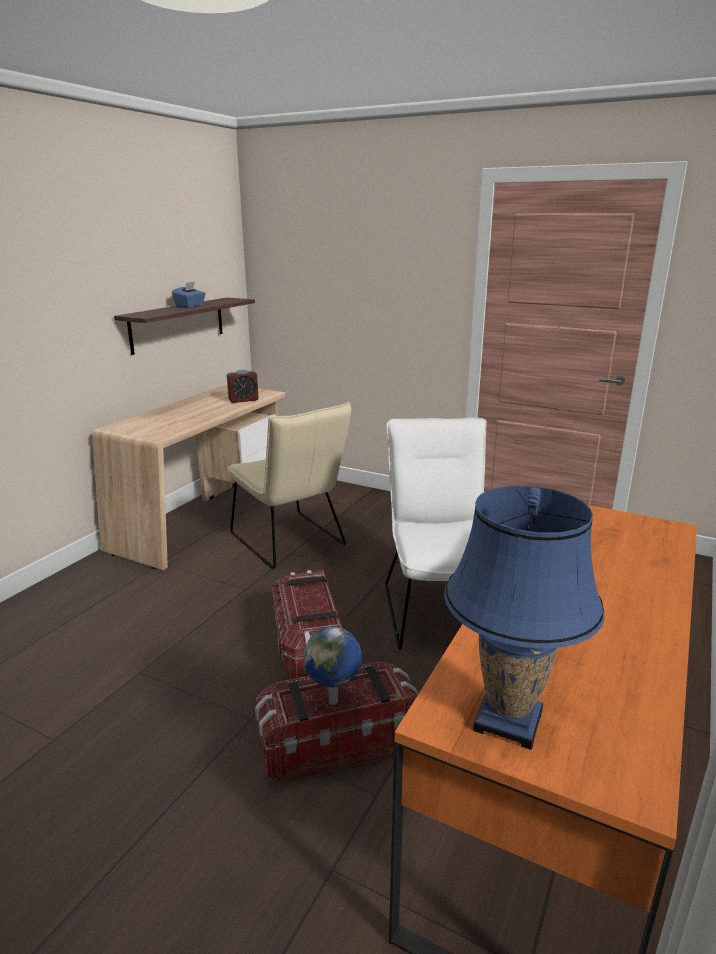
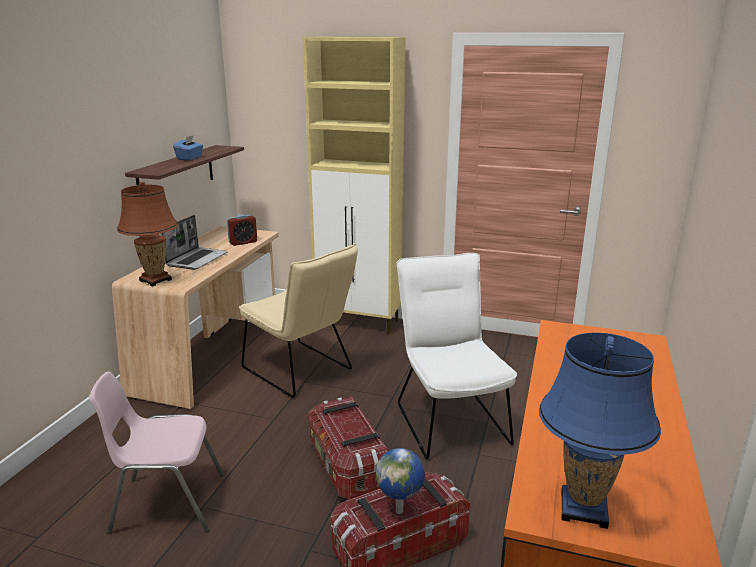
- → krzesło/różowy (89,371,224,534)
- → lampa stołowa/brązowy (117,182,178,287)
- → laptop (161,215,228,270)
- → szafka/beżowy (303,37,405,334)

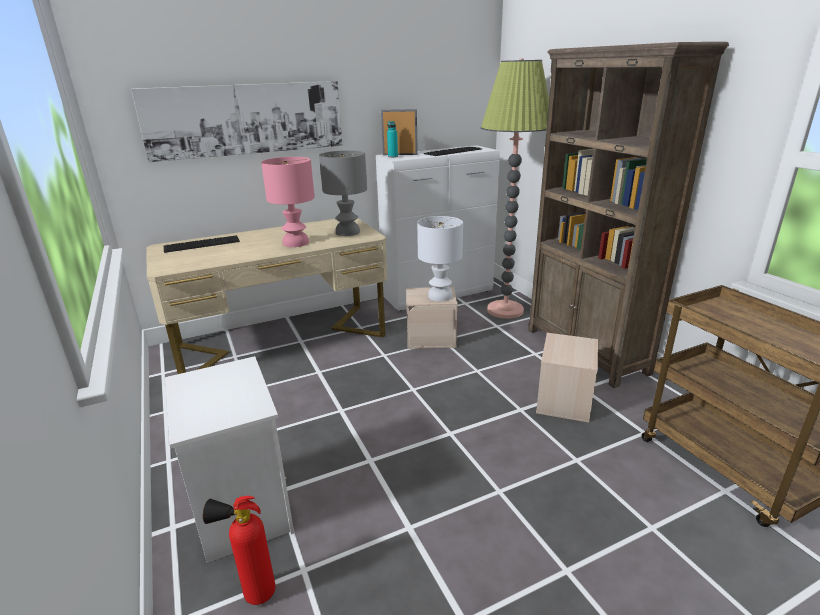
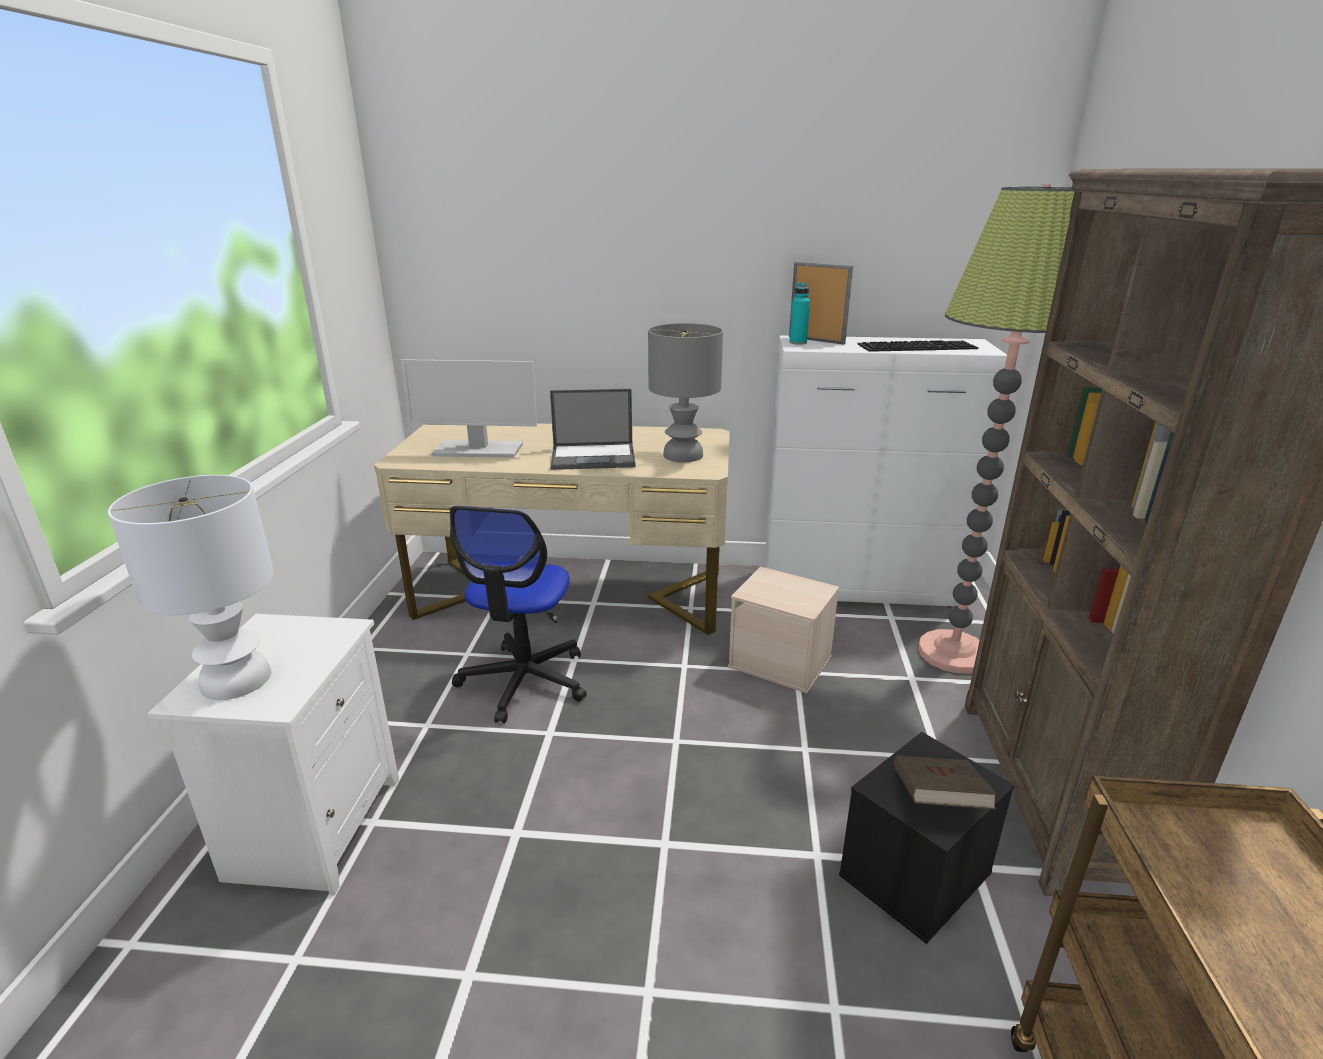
obraz (131,81,343,162) → -
klawiatura (164,235,240,253) → -
gaśnica (203,496,276,605) → -
- → monitor (400,359,537,458)
- → krzesło biurowe (450,506,587,723)
- → książka/brązowy (893,756,997,810)
lampa stołowa/biały (417,216,463,301) → lampa stołowa/biały (108,475,274,700), move
lampa stołowa/różowy (261,157,315,247) → laptop (550,389,636,470)
pojemnik do przechowywania/beżowy (536,333,598,423) → pojemnik do przechowywania/czarny (839,732,1015,944)

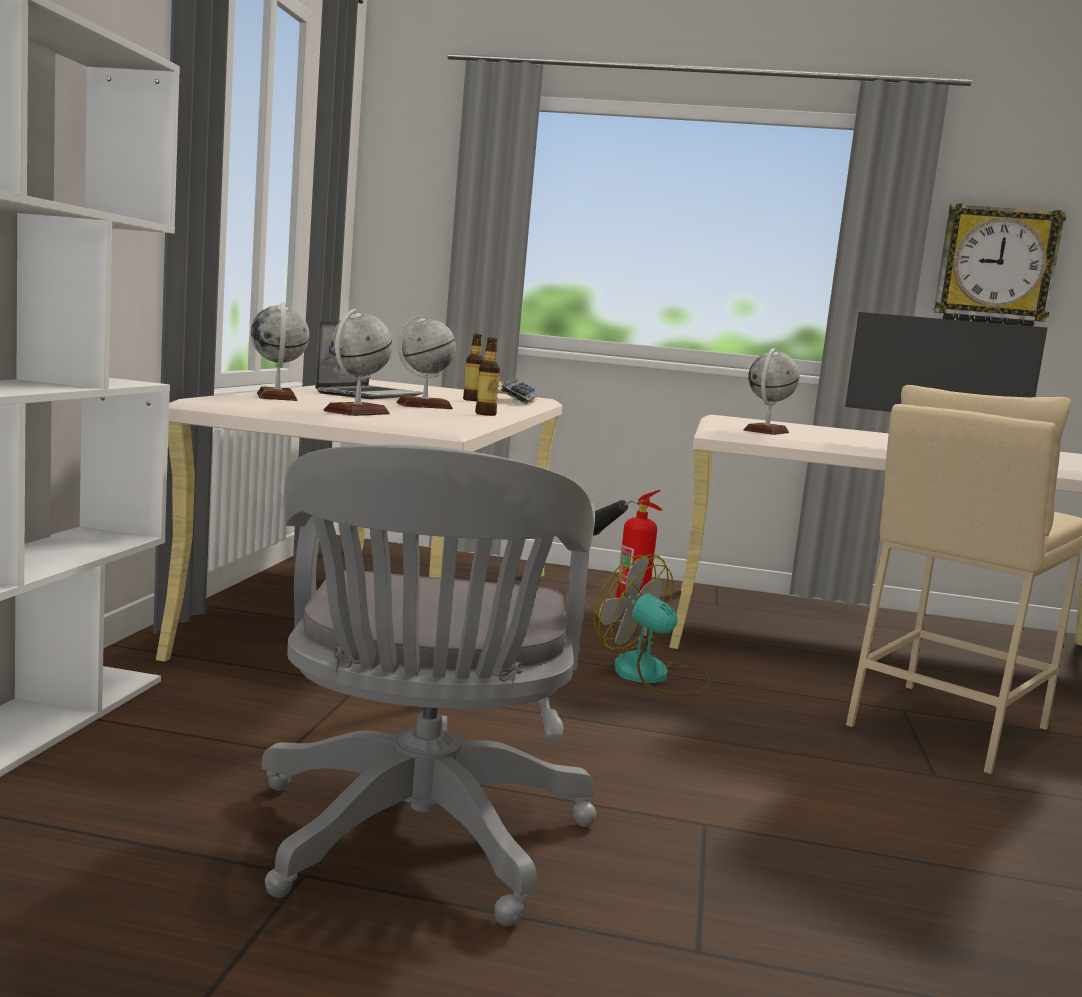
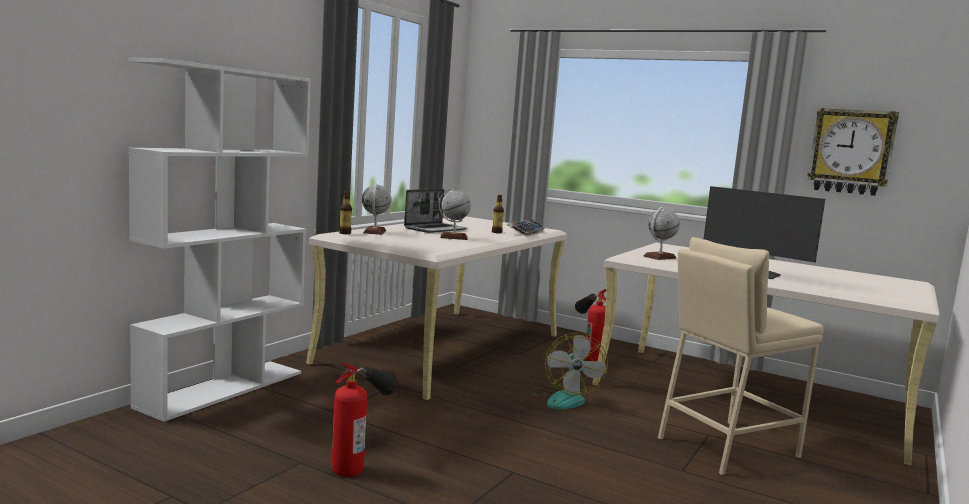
globus (323,309,393,416) → -
butelka (475,337,500,416) → butelka (339,191,352,234), move
krzesło biurowe/szary (261,445,596,926) → gaśnica (332,362,398,477)
wentylator (594,554,711,695) → wentylator (530,333,608,409), 150 degrees counterclockwise

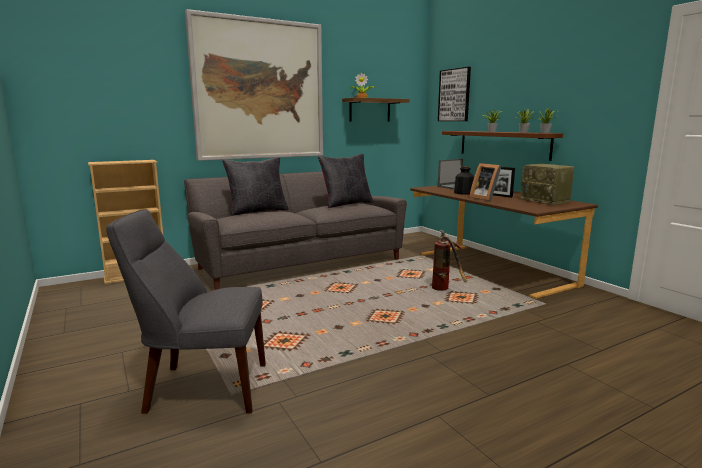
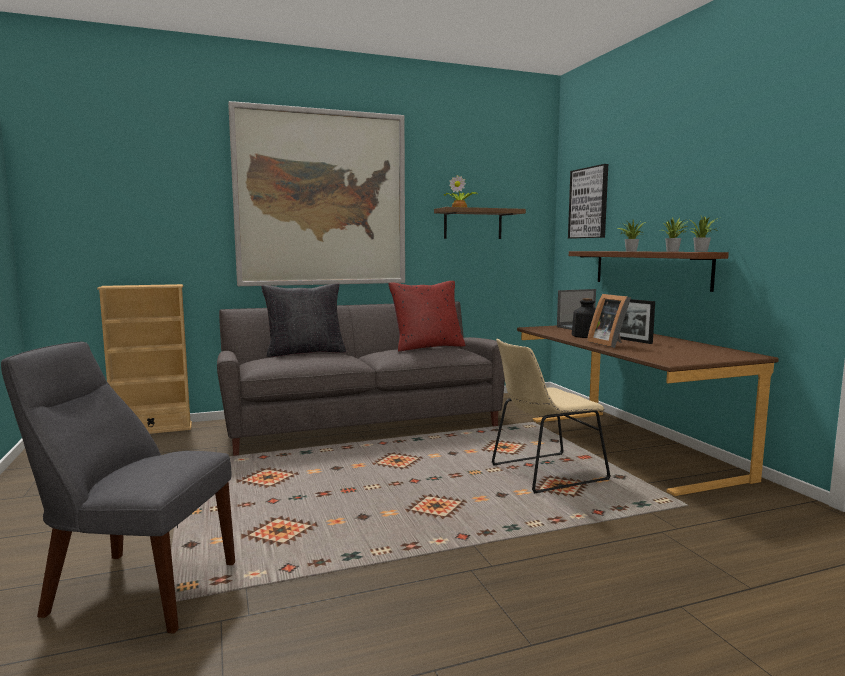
radio (520,164,574,205) → -
gaśnica (432,230,467,291) → krzesło/beżowy (491,339,611,493)
poduszka/czarny (318,154,373,208) → poduszka/czerwony (388,281,465,351)

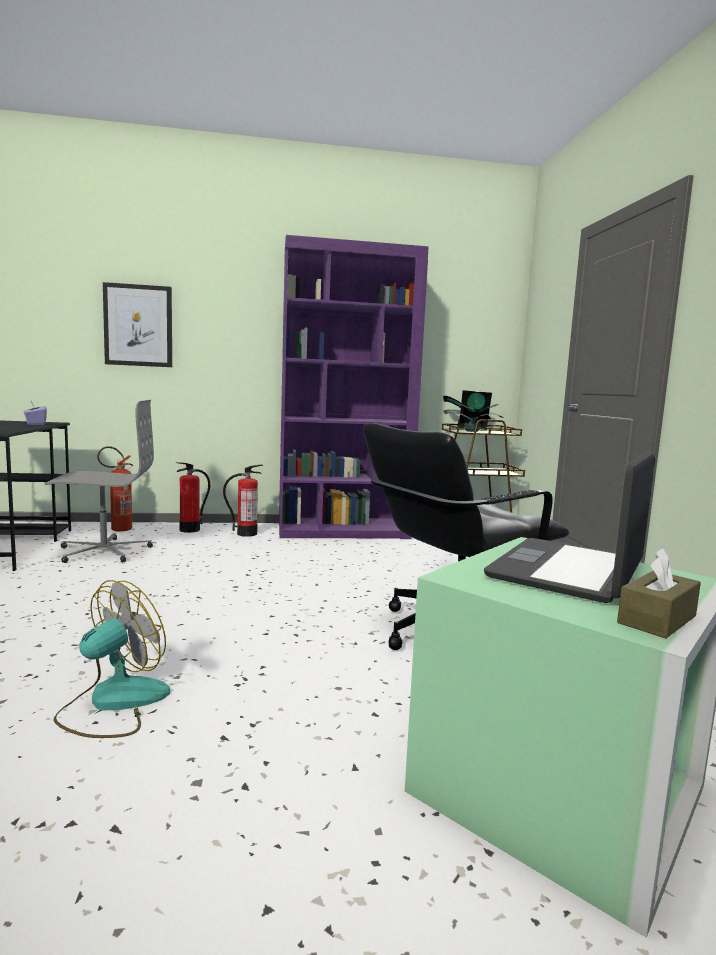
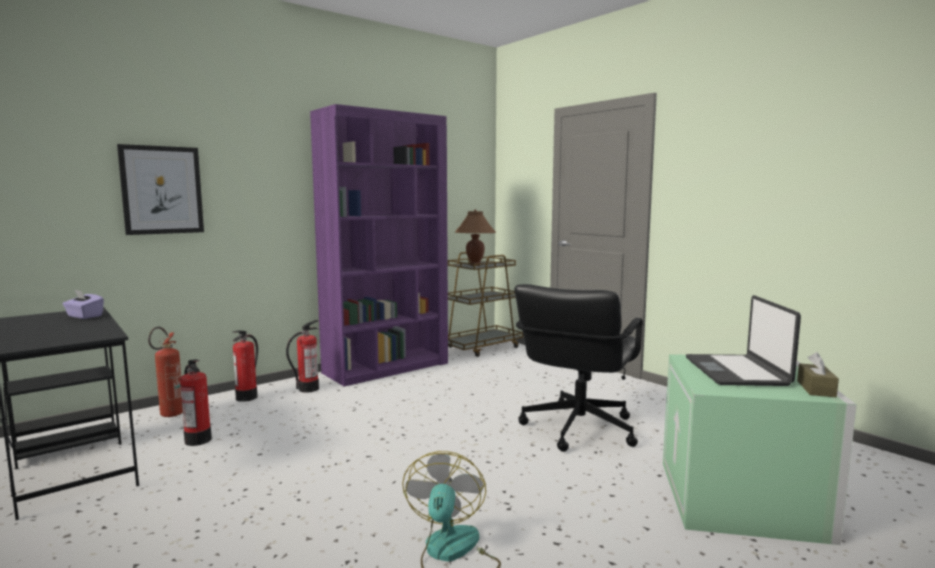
krzesło biurowe/szary (45,400,154,563) → gaśnica (180,359,212,446)
roślina doniczkowa (443,390,503,432) → lampa stołowa/brązowy (455,209,496,266)

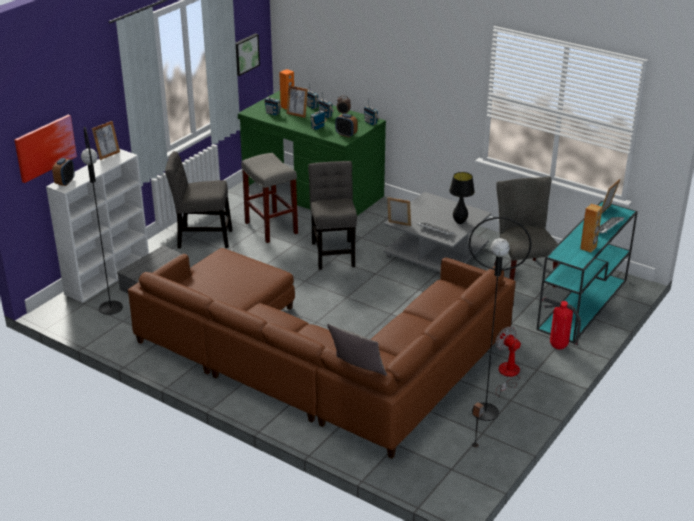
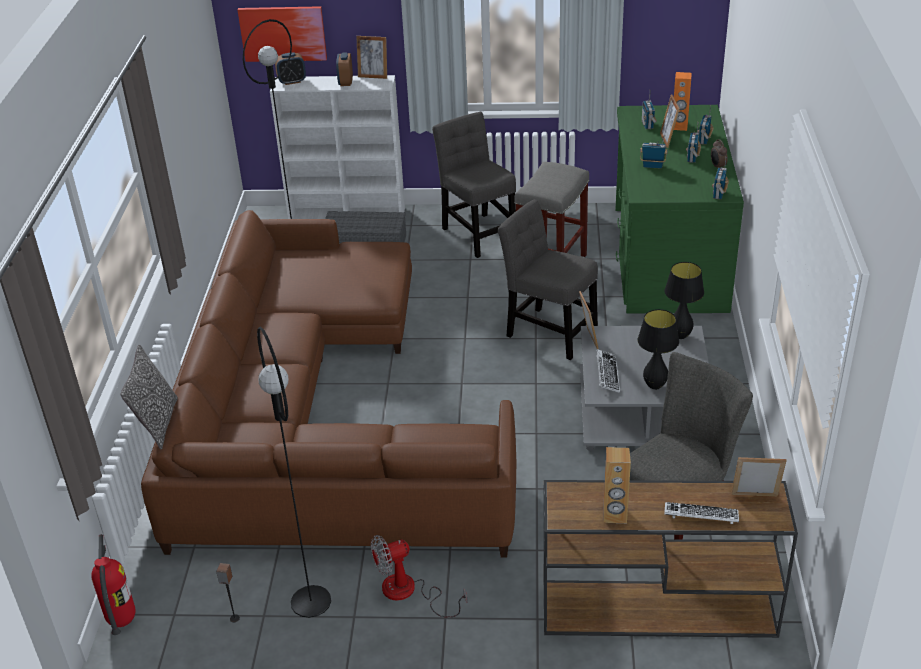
obraz (236,33,260,76) → -
- → lampa stołowa/czarny (665,262,704,339)
budzik (335,113,358,137) → budzik (336,52,353,86), move
gaśnica (543,297,581,350) → gaśnica (91,534,136,635), move
stolik konsolowy/turkusowy (537,201,638,344) → stolik konsolowy/brązowy (544,480,798,638)
krzesło/szary (308,161,357,270) → krzesło/szary (498,199,598,360), 105 degrees counterclockwise
wentylator (495,327,521,396) → wentylator (371,535,467,617), 135 degrees counterclockwise

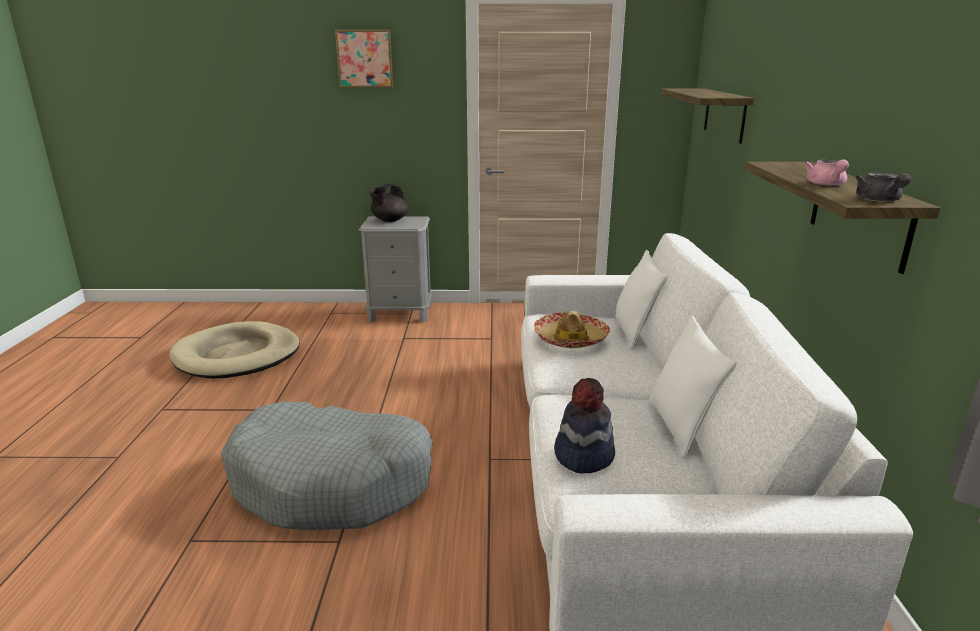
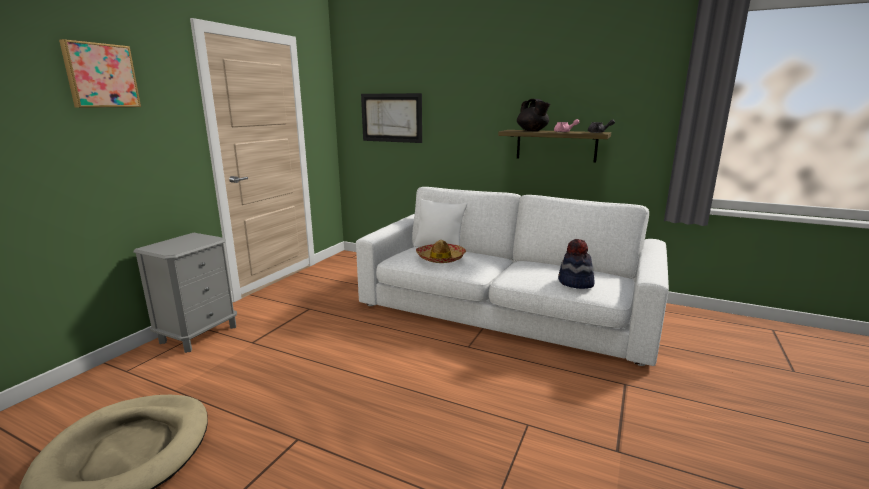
legowisko/szary (221,401,433,530) → -
poduszka/biały (649,315,737,459) → -
imbryk/czarny (369,184,408,222) → imbryk/czarny (517,99,550,131), move
półka (661,89,755,144) → obraz (361,93,422,143)

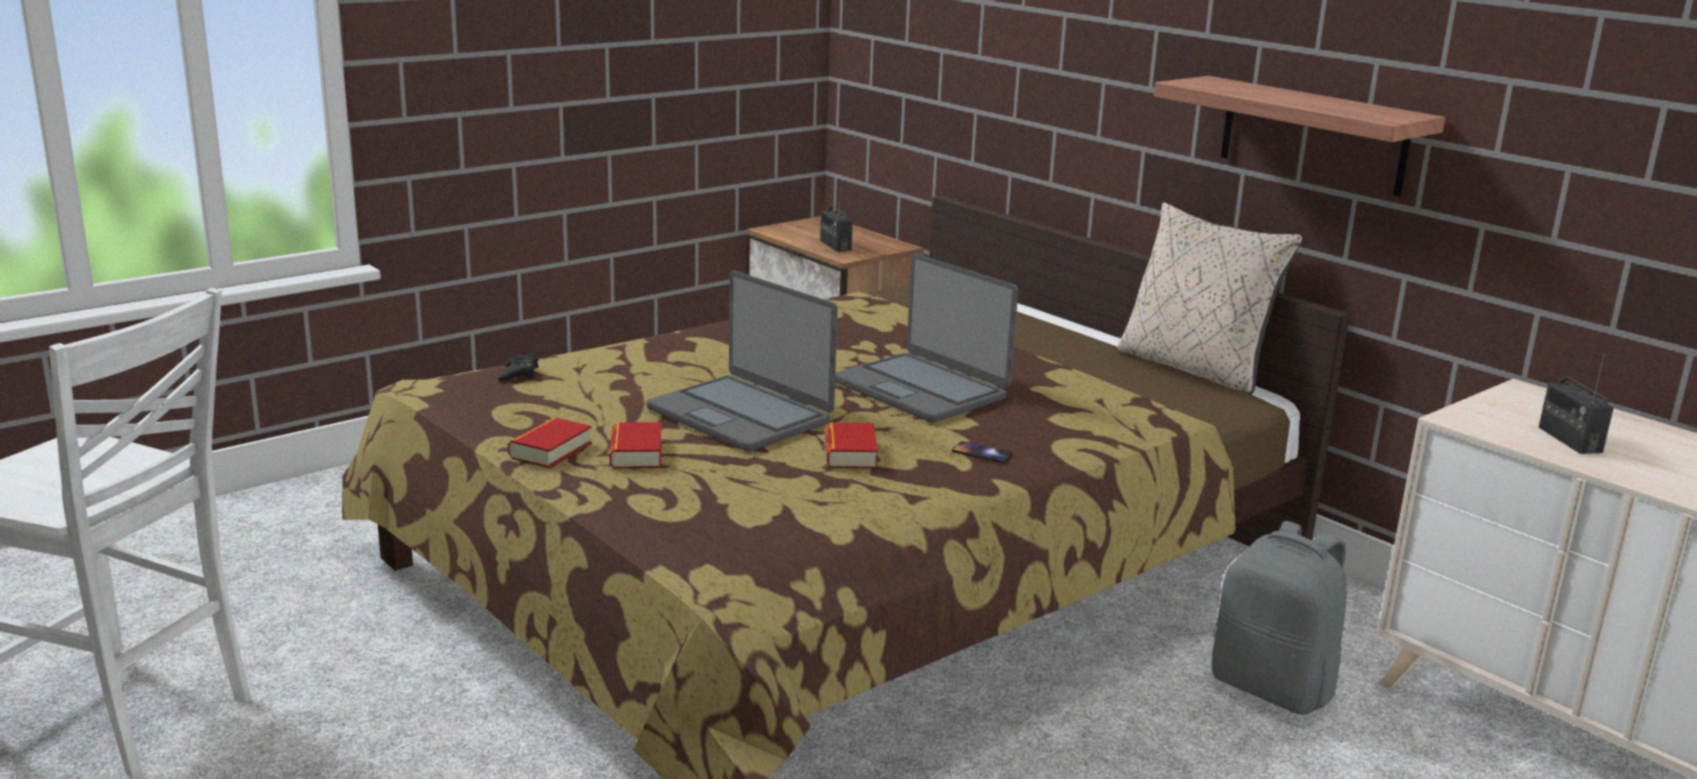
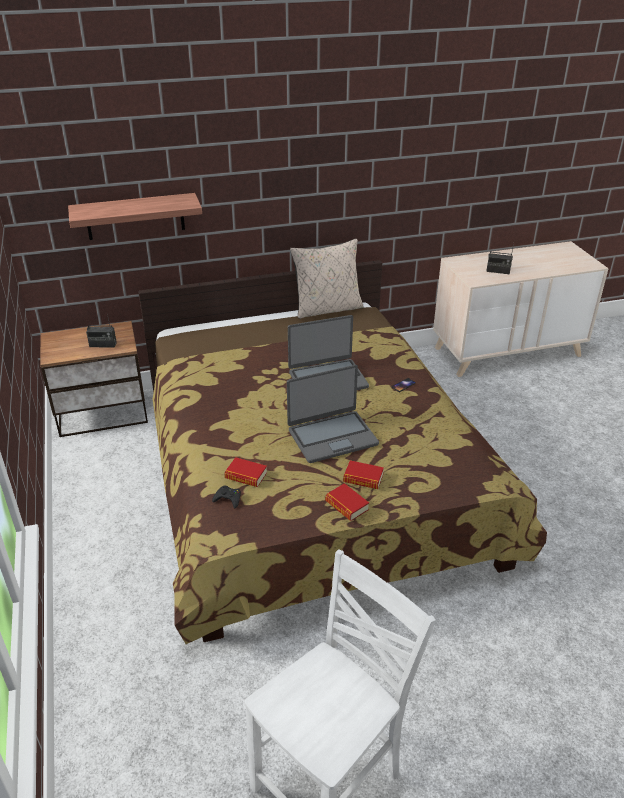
plecak/szary (1212,521,1347,714) → -
książka (825,423,878,469) → książka (224,457,267,487), move
półka (1153,76,1445,196) → półka (68,193,202,240), move

